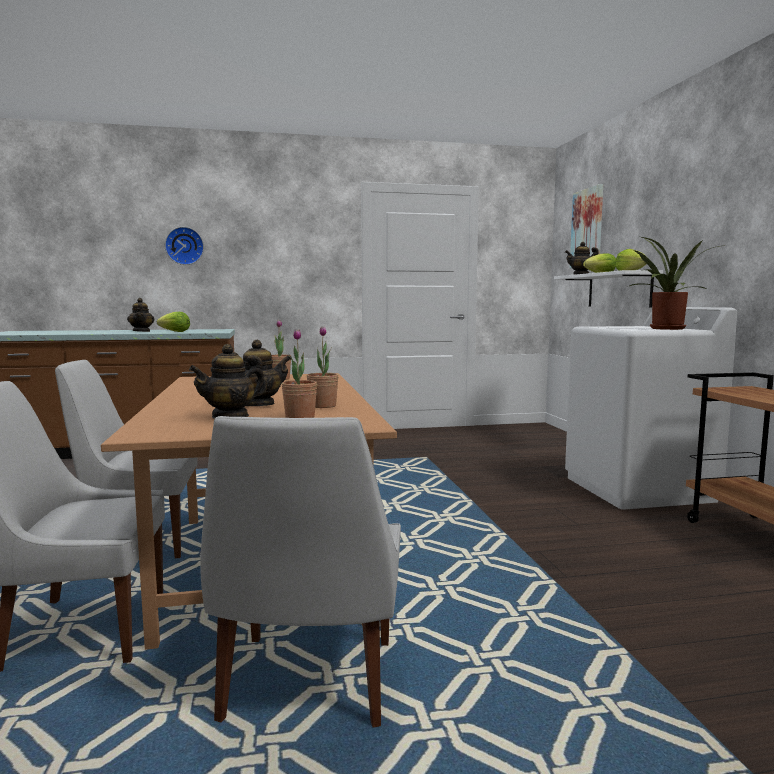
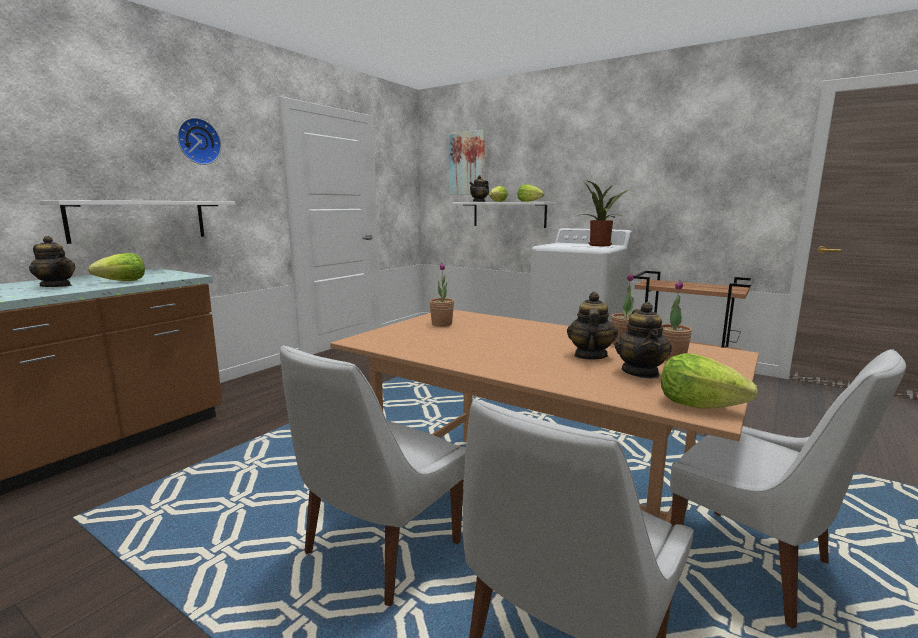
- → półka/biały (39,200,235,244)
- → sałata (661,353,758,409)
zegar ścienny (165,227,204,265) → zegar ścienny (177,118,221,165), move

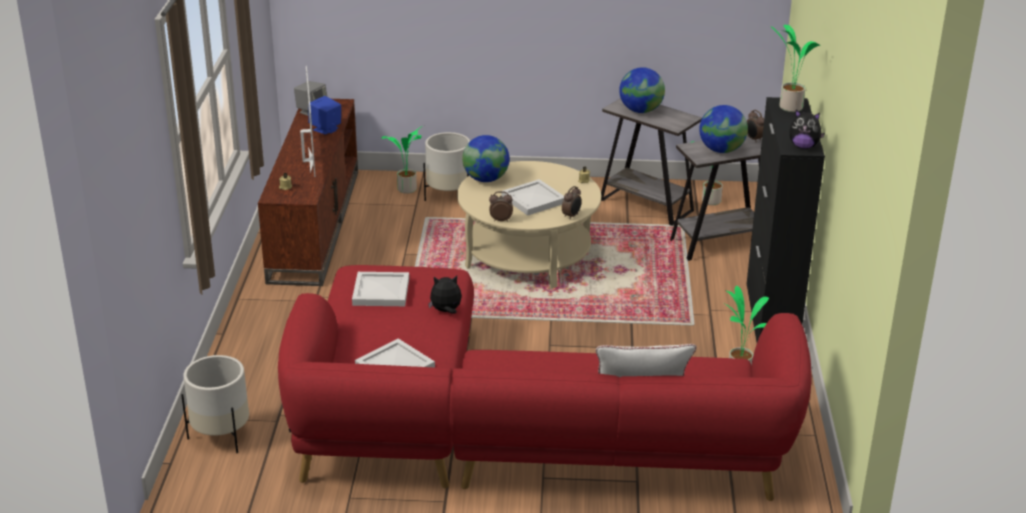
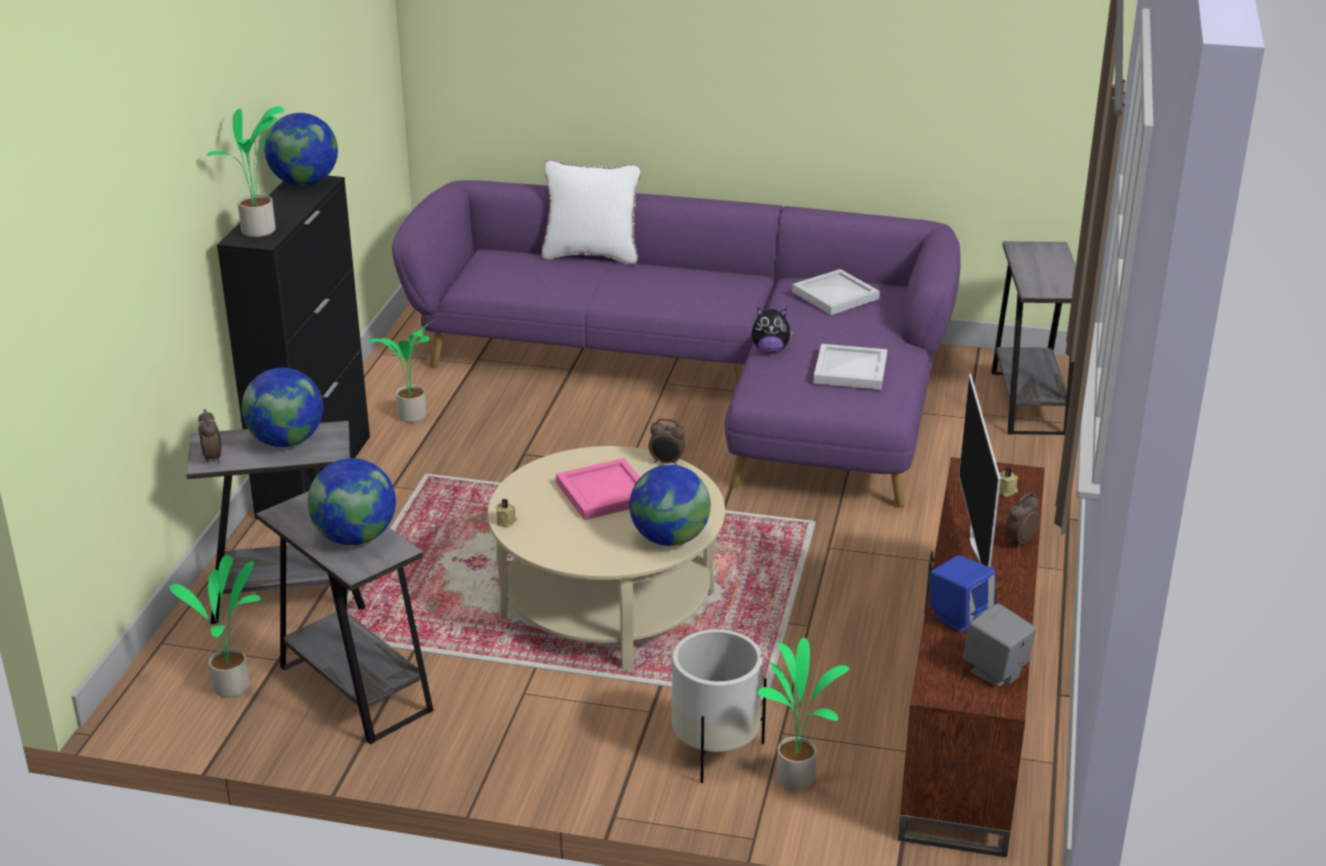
budzik (562,186,582,220) → budzik (1005,492,1040,547), move
donica/biały (181,355,249,453) → stolik/szary (991,241,1076,435)
pluszak (789,110,825,149) → globus (264,113,338,186)
kanapa/czerwony (278,265,812,501) → kanapa/fioletowy (392,180,961,508)
taca/biały (501,179,564,216) → taca/różowy (556,458,640,520)

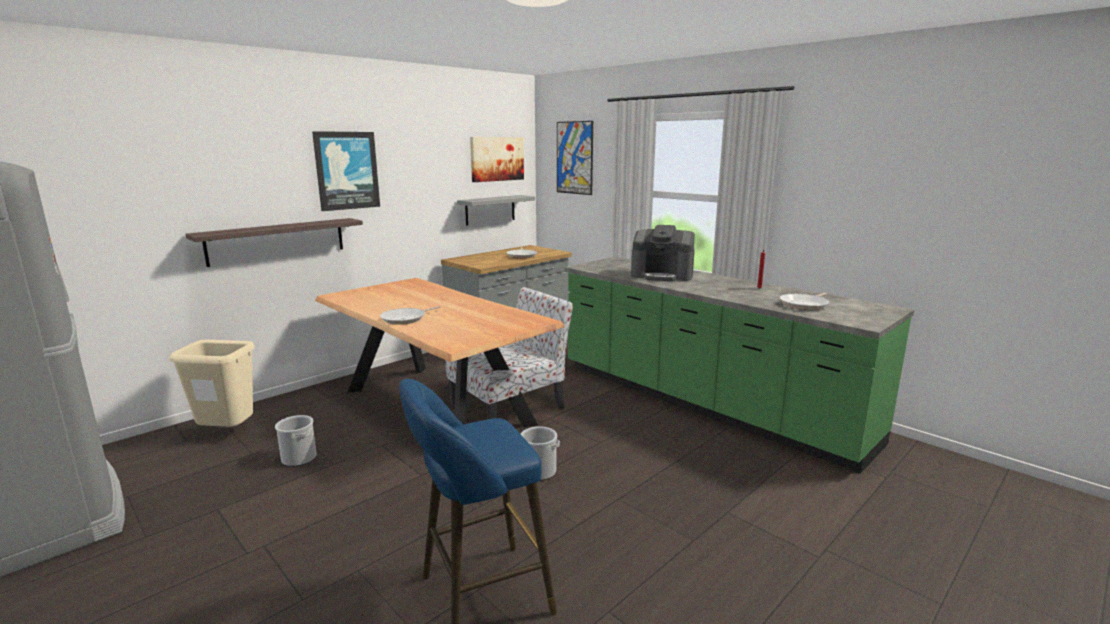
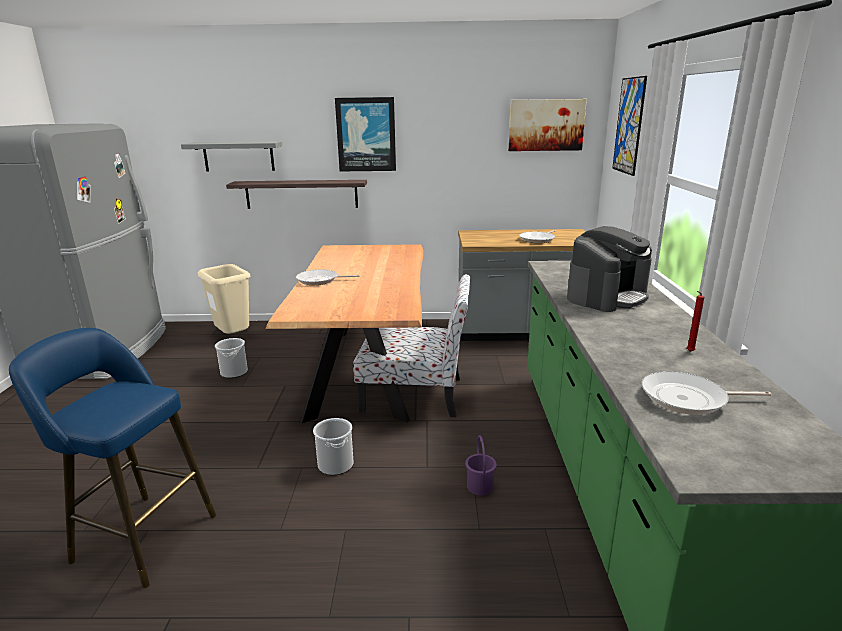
- → wiadro/fioletowy (465,435,497,495)
półka/szary (457,195,535,226) → półka/szary (181,141,283,171), move
ekspres do kawy (631,225,695,281) → ekspres do kawy (567,226,652,312), 105 degrees counterclockwise

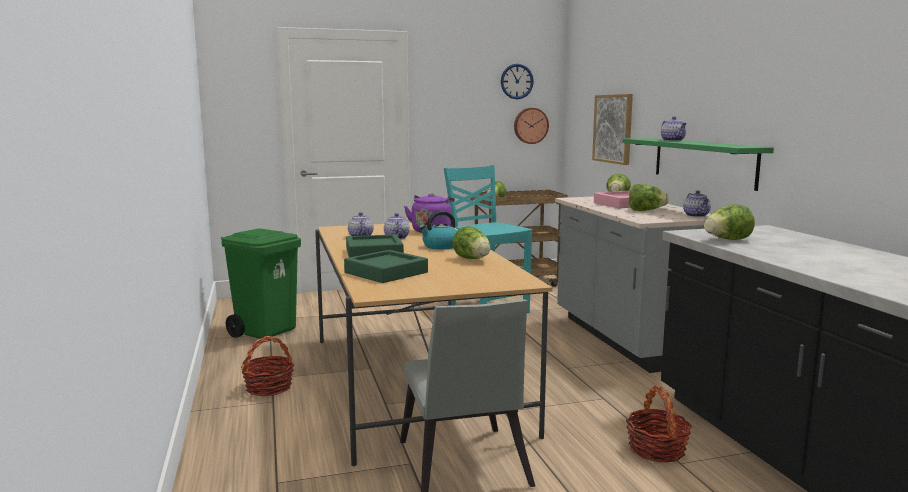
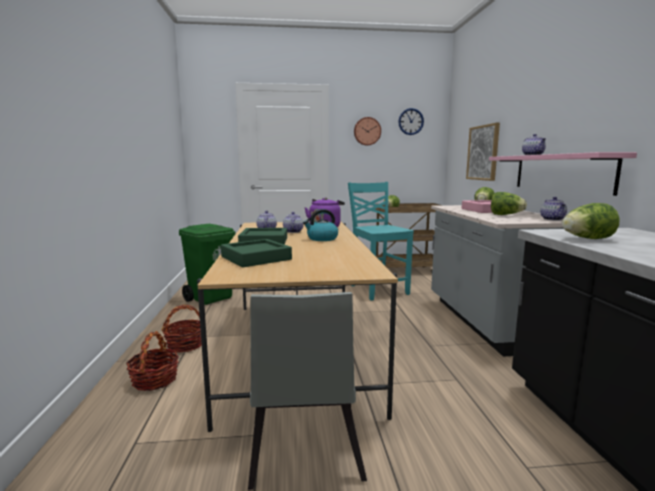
sałata (453,226,491,259) → -
zegar ścienny (514,108,549,144) → zegar ścienny (354,117,381,146), move
koszyk (626,386,692,463) → koszyk (126,331,179,391), move
półka/zielony (623,138,774,191) → półka/różowy (489,152,637,196)

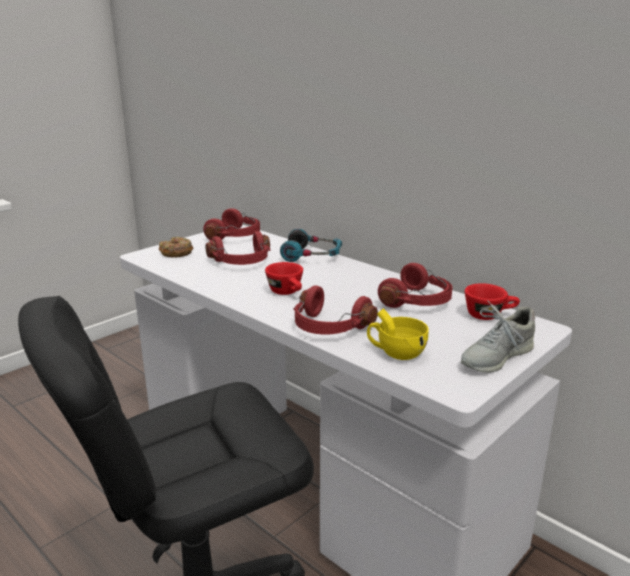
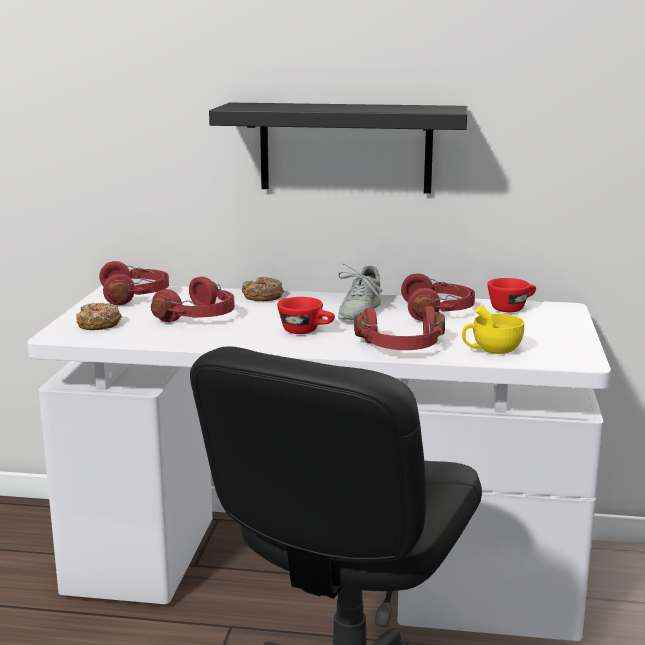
- → półka/czarny (209,103,468,194)
but/szary (461,300,535,373) → but/szary (338,263,383,320), move
słuchawki (280,229,342,262) → donut (242,277,284,301)

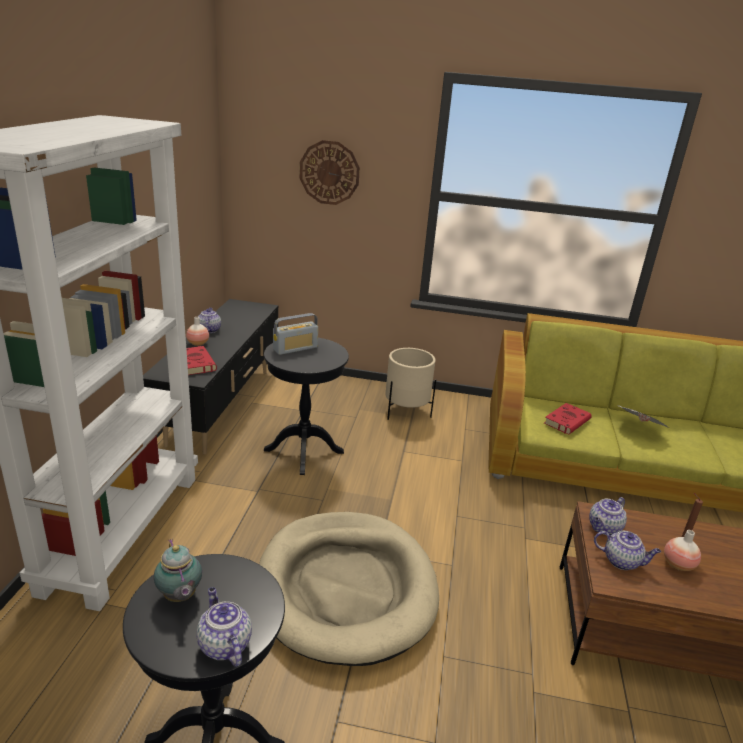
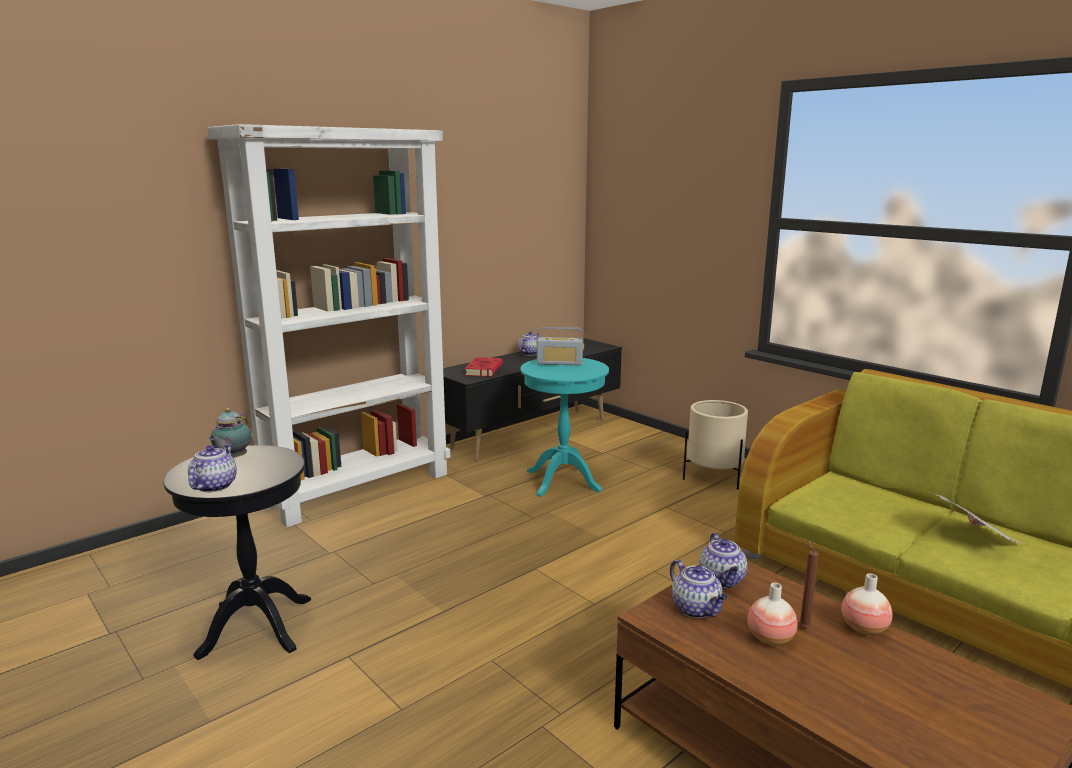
legowisko/beżowy (259,512,439,666) → -
zegar ścienny (300,140,360,205) → -
książka/czerwony (544,403,592,435) → -
wazon (186,317,209,346) → wazon (841,573,892,635), move
stolik/czarny (264,338,349,475) → stolik/turkusowy (520,358,609,497)
imbryk (589,497,627,536) → imbryk (699,533,747,588), 90 degrees counterclockwise

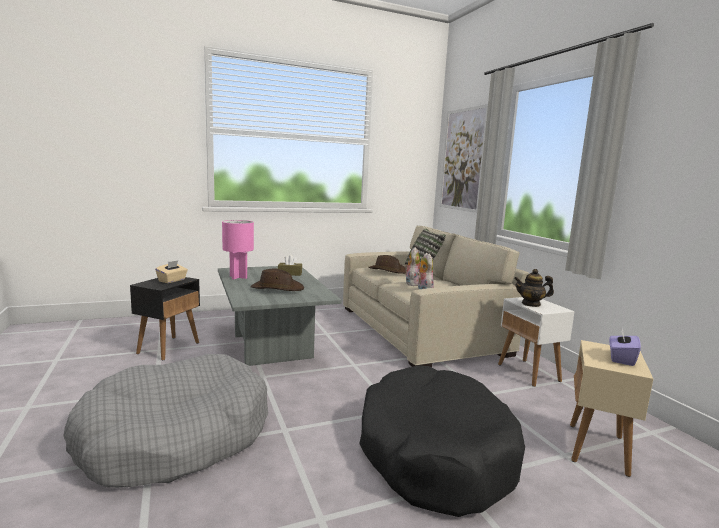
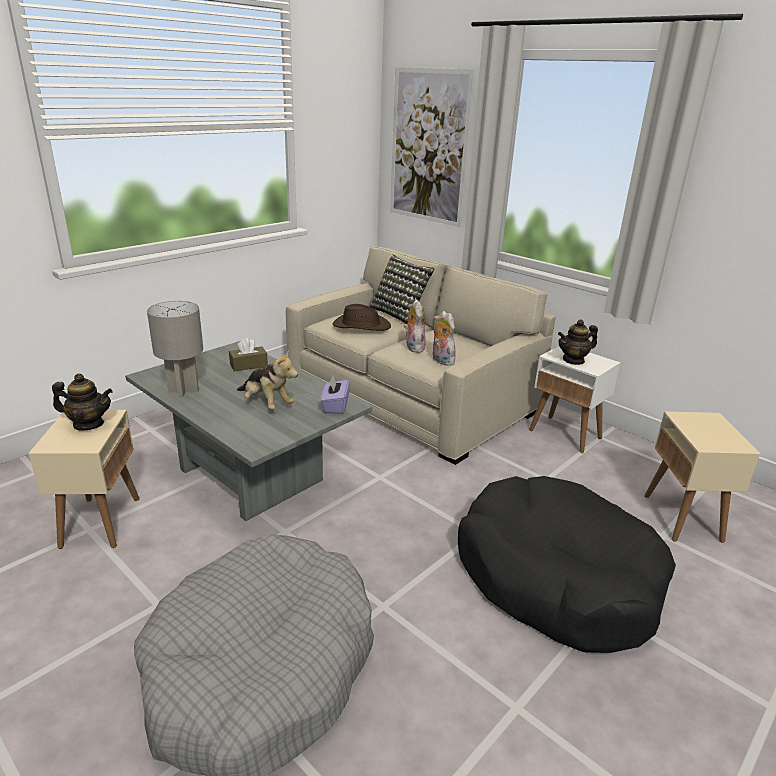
pudełko chusteczek/fioletowy (609,328,641,366) → pudełko chusteczek/fioletowy (320,376,350,414), move
pudełko chusteczek/beżowy (155,261,188,283) → imbryk (52,374,113,430)
kapelusz/brązowy (250,269,304,291) → pluszak (237,350,298,409)
stolik/czarny (130,277,200,360) → stolik/beżowy (29,410,140,549)
lampa stołowa/różowy (222,220,254,279) → lampa stołowa/szary (147,301,203,398)

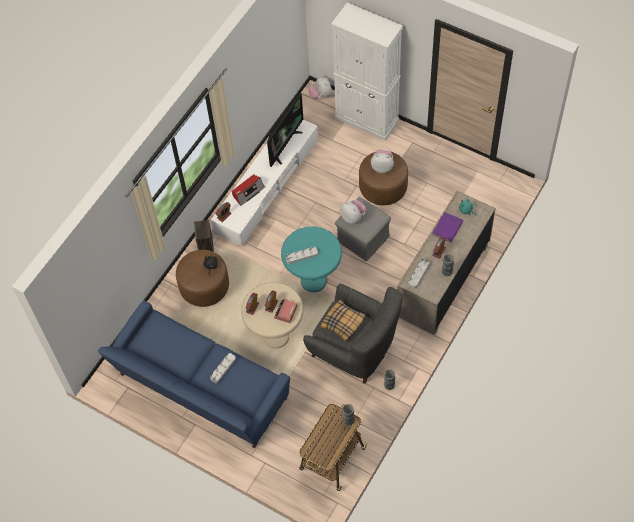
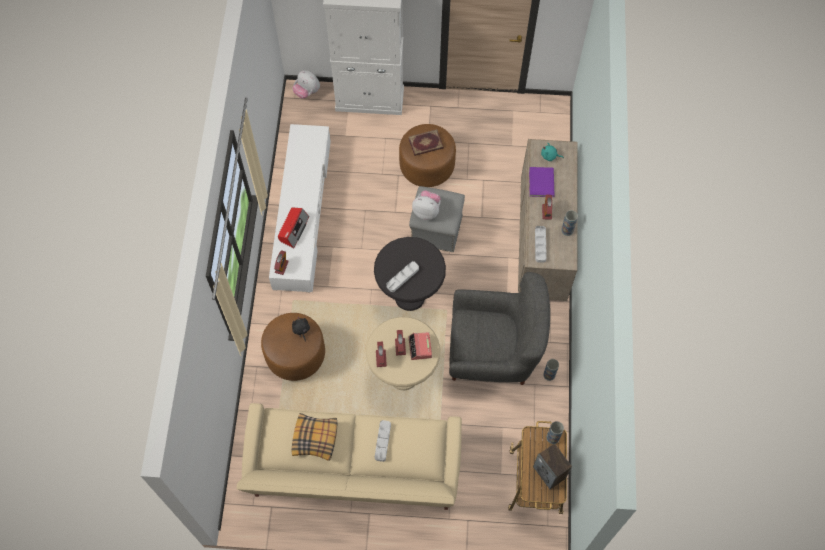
telewizor (267,93,303,167) → -
głośnik (194,220,214,252) → głośnik (533,444,572,490), move
poduszka (321,300,366,342) → poduszka (292,413,338,461), move
pluszak (371,149,394,173) → książka (409,129,444,156)
kanapa/niebieski (98,300,290,448) → kanapa/beżowy (237,403,462,510)
stolik/turkusowy (281,227,342,292) → stolik/czarny (374,237,446,311)

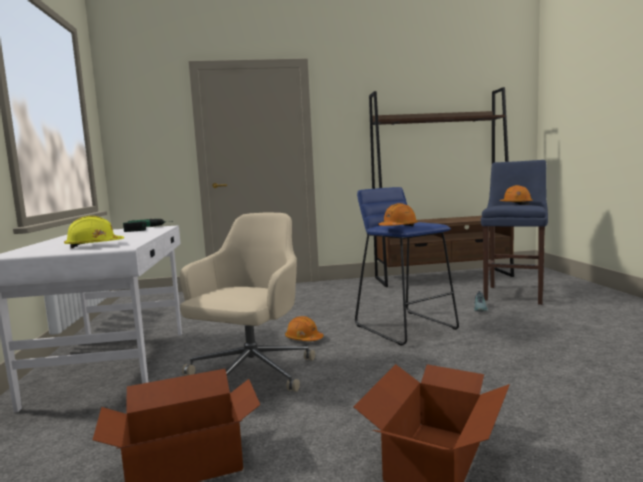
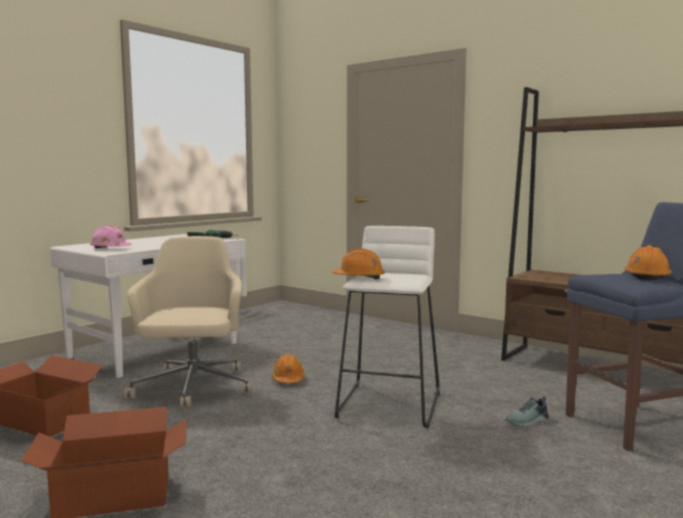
kask/żółty (64,216,124,248) → kask/różowy (90,225,131,248)
stołek/niebieski (355,187,459,346) → stołek/biały (335,226,440,428)
krzesło biurowe/beżowy (180,212,315,392) → krzesło biurowe/beżowy (124,236,251,408), 75 degrees counterclockwise

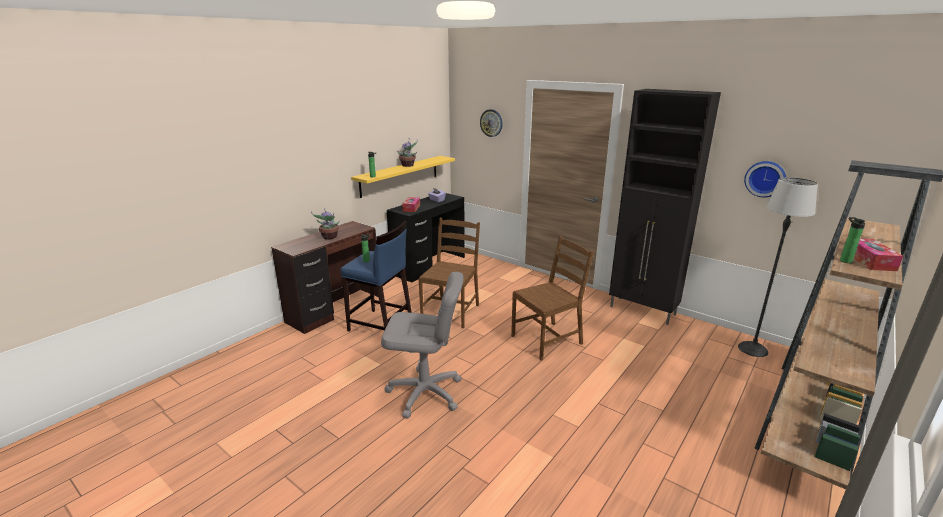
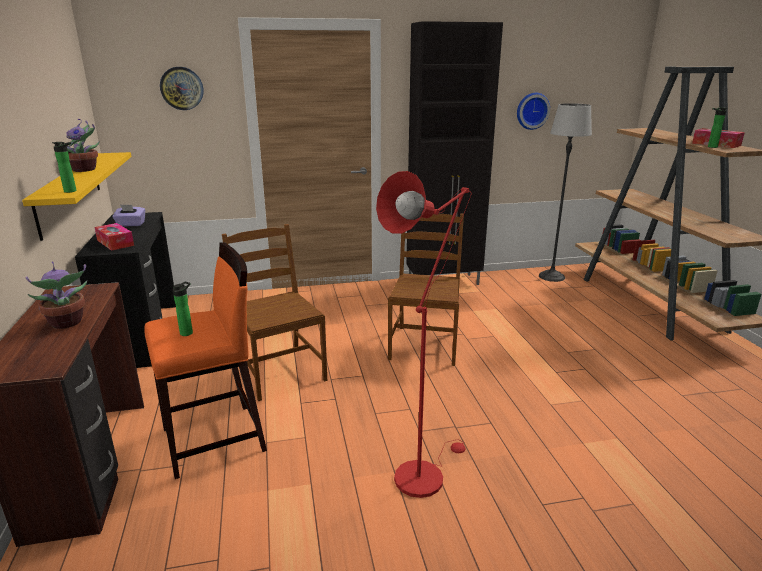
krzesło biurowe/szary (381,272,463,418) → lampa stojąca/czerwony (376,171,471,498)
stołek/niebieski (340,220,412,332) → stołek/pomarańczowy (144,243,267,479)

